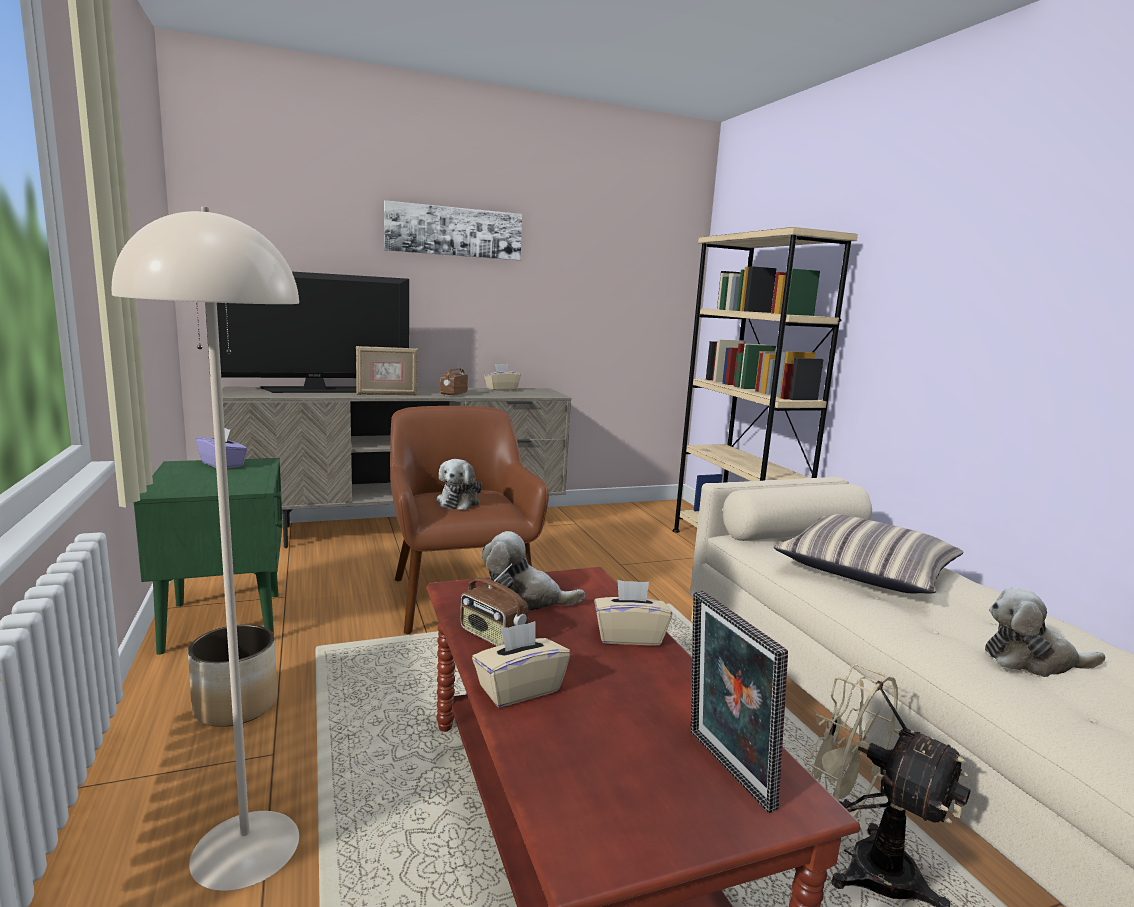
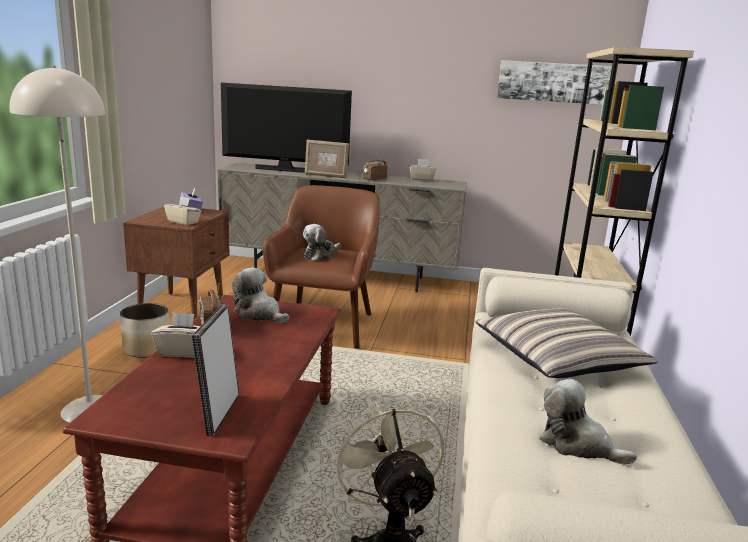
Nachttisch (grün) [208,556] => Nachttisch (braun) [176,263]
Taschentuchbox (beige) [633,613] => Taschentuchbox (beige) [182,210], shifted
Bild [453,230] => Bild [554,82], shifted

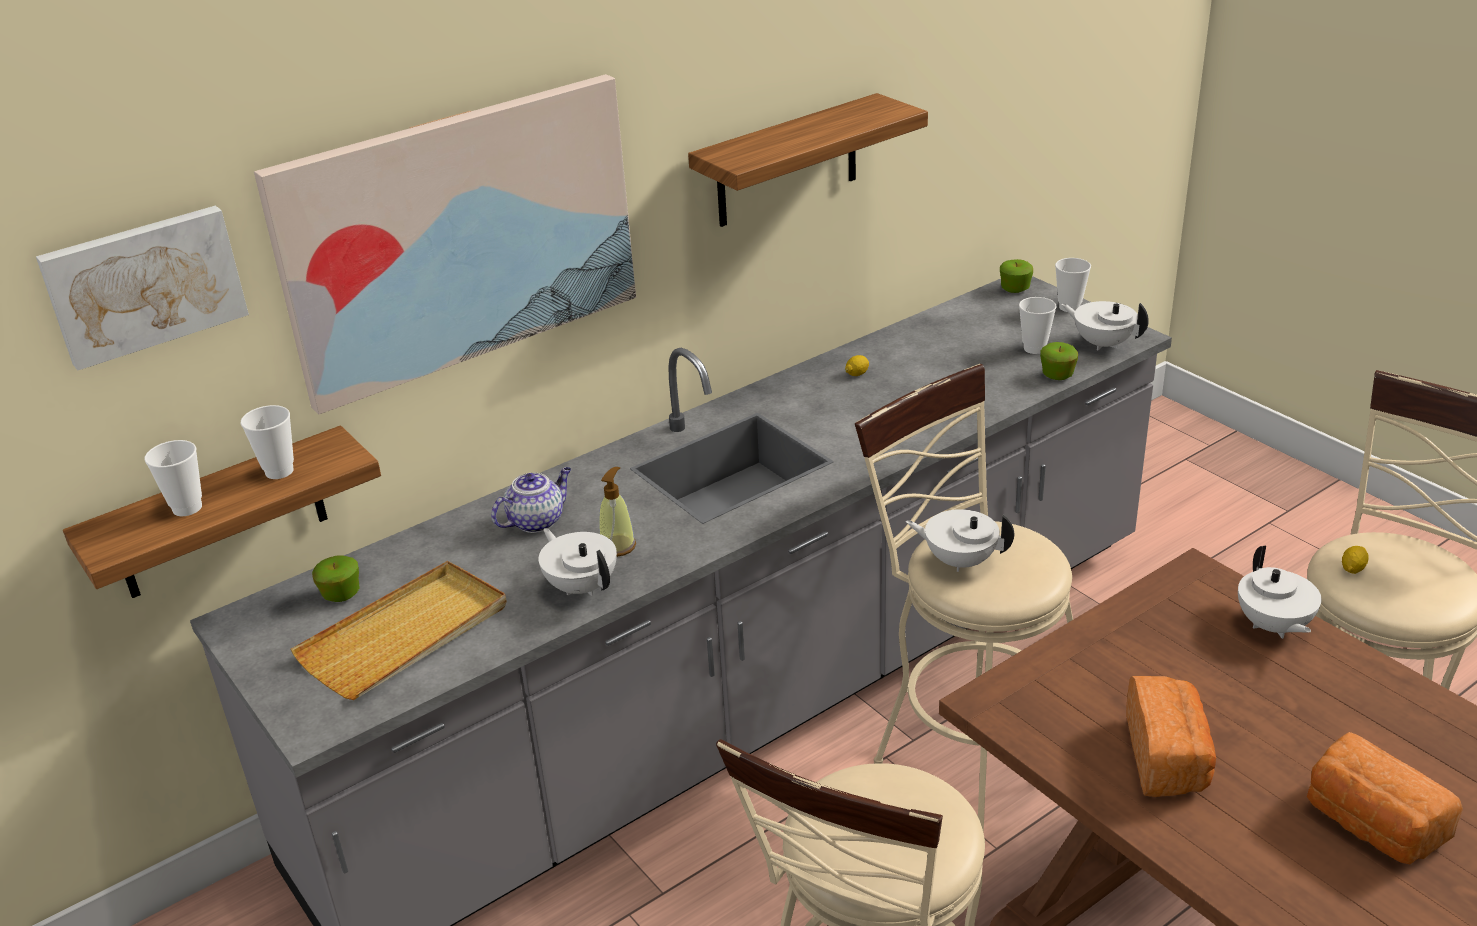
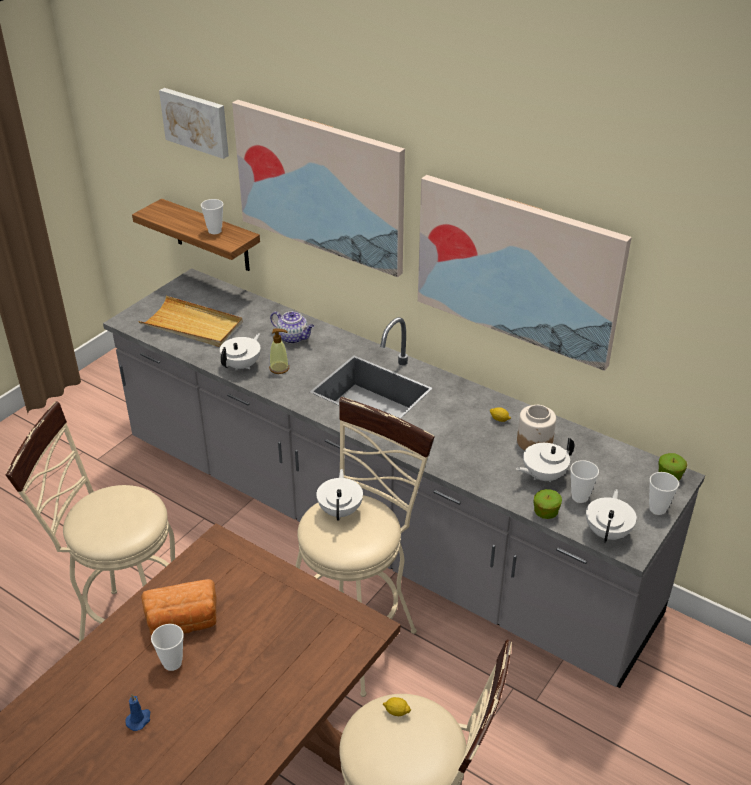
Brot [1385,798] => Kerze (blau) [137,712]
Tasse [173,478] => Tasse [167,647], shifted
Wandregal [808,160] => Bild [525,273]
Teekanne (weiß) [1280,592] => Teekanne (weiß) [545,459], shifted
nothing => Vorratsglas [536,427]
Apfel [336,579] => nothing

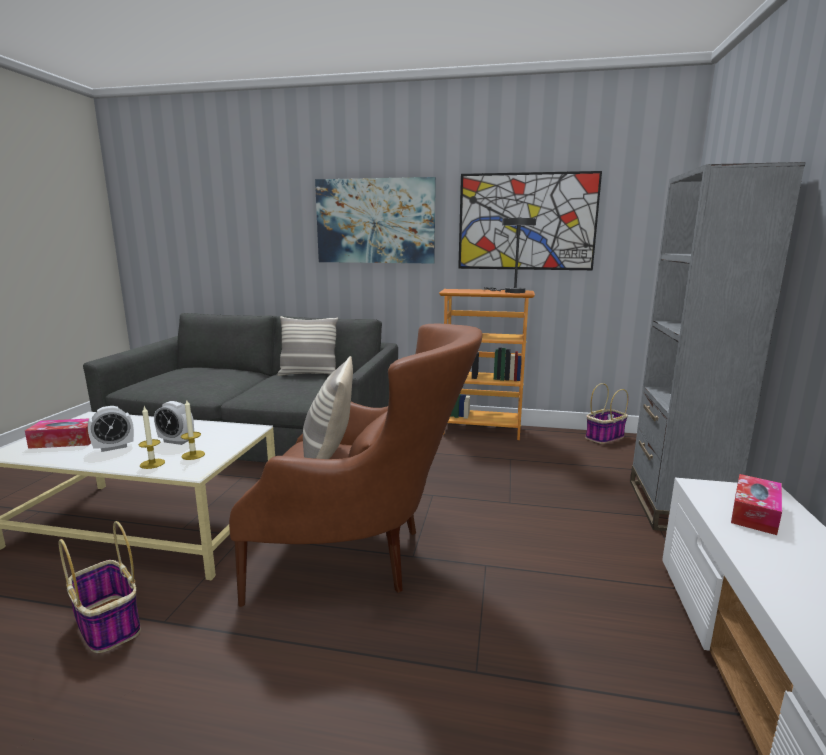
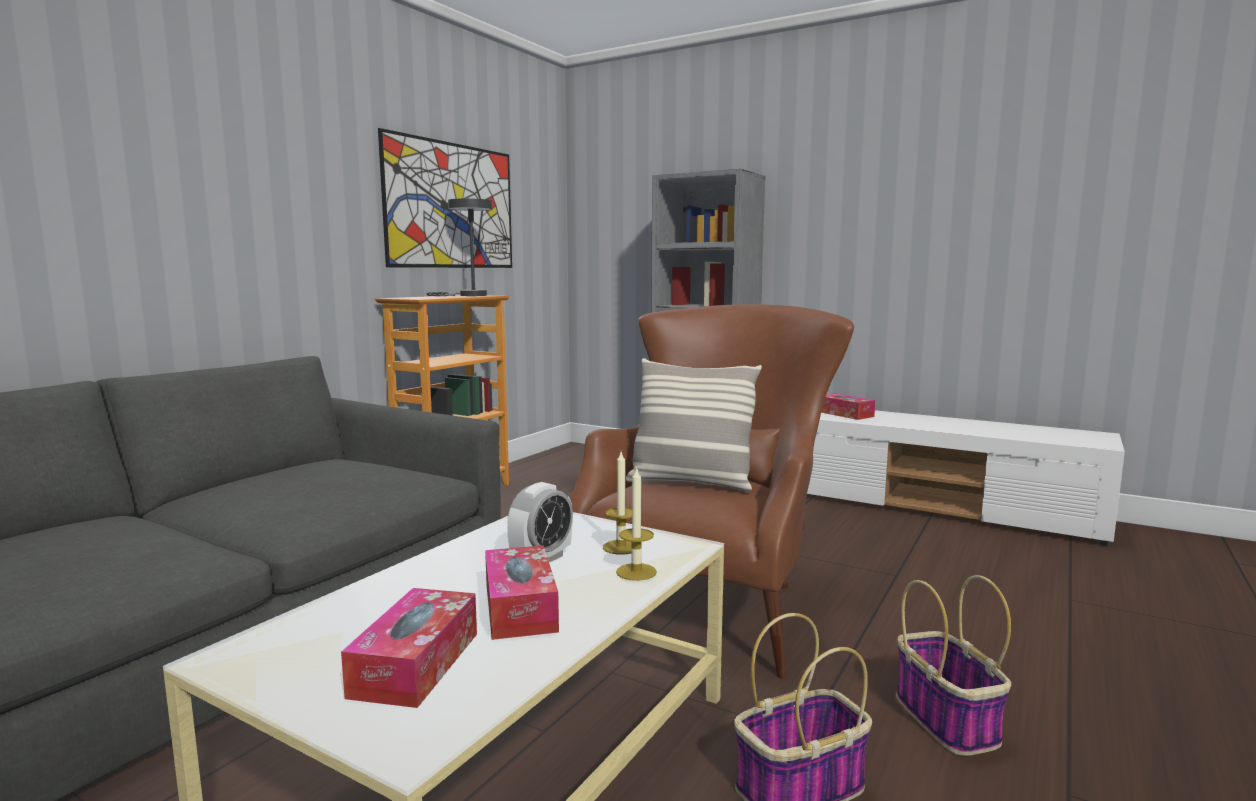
Wecker [111,429] => Taschentuchbox [522,592]
Korb [607,413] => Korb [953,665], shifted
Kissen [307,346] => nothing
Bild [375,220] => nothing

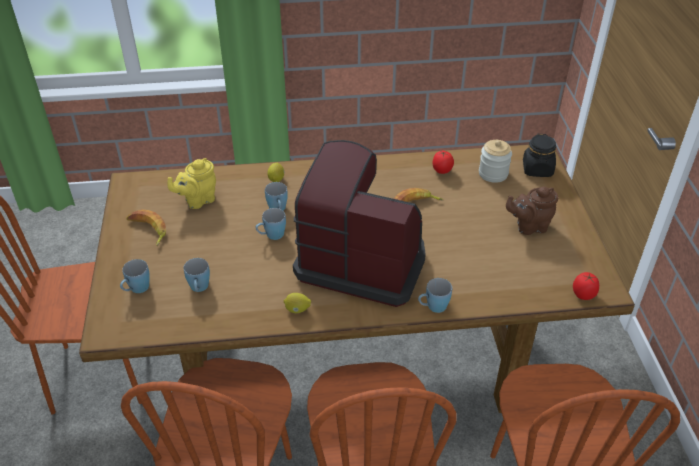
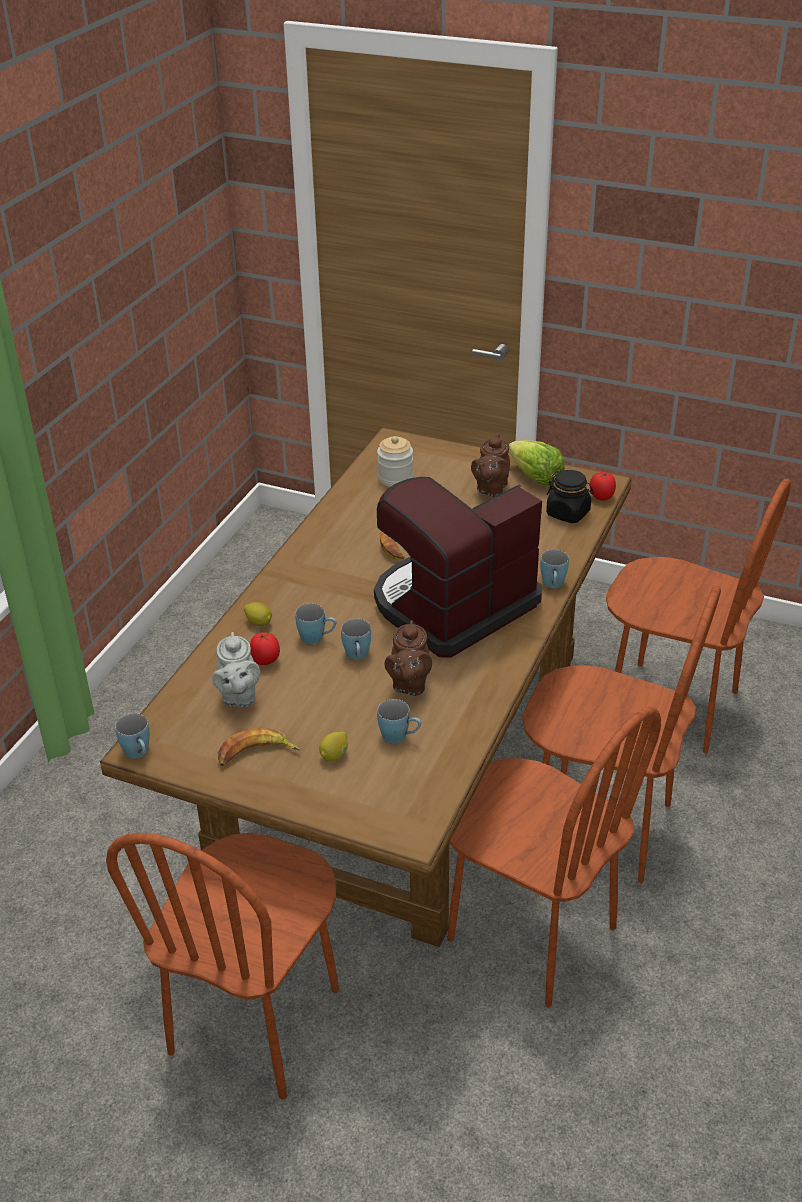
Henkelbecher (blau) [135,276] => Henkelbecher (blau) [132,735], shifted
Teekanne (gelb) [192,183] => Teekanne (grau) [236,669]
Tomate [443,162] => Tomate [265,648], shifted
Zitrone [297,303] => Zitrone [333,747], shifted
nothing => Teekanne (braun) [408,658]
nothing => Salatkopf [537,462]
Vorratsglas (schwarz) [539,155] => Vorratsglas (schwarz) [570,496], shifted

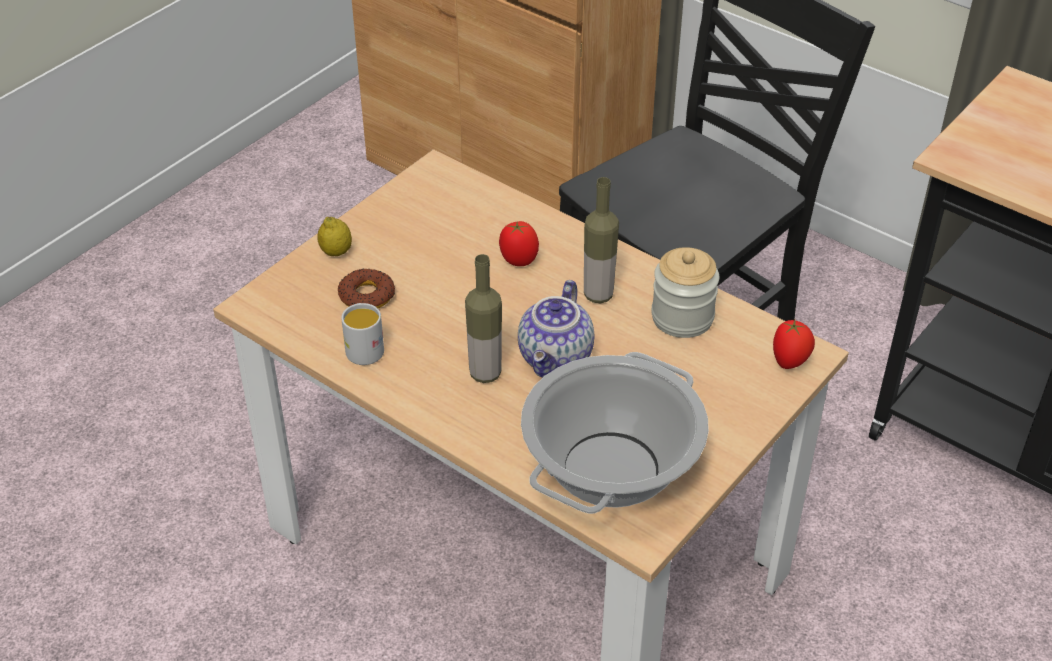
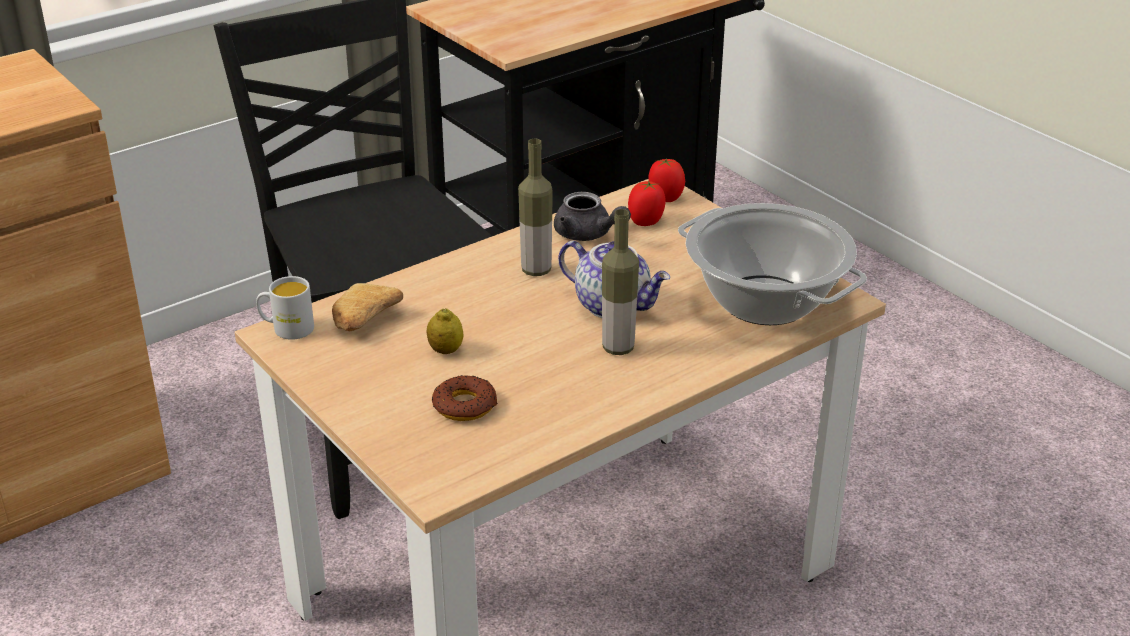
Henkelbecher (weiß) [362,334] => Henkelbecher (weiß) [285,308], shifted
nothing => Brot [367,307]
Zitrone [334,236] => Zitrone [445,331], shifted
Vorratsglas [685,292] => Teekanne (grau) [592,216]
Tomate [519,243] => Tomate [647,203], shifted

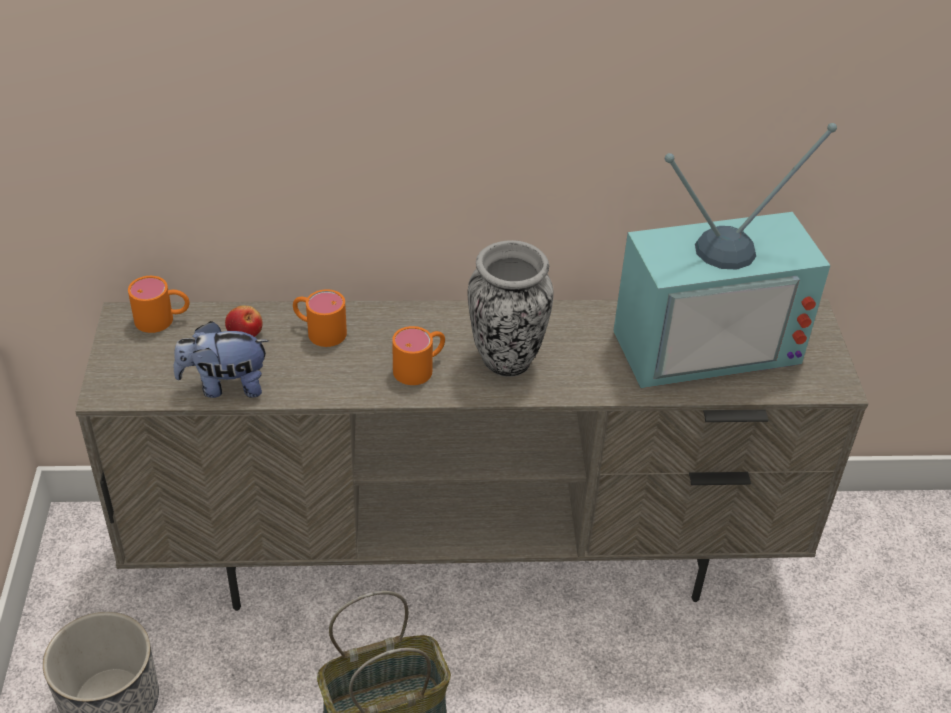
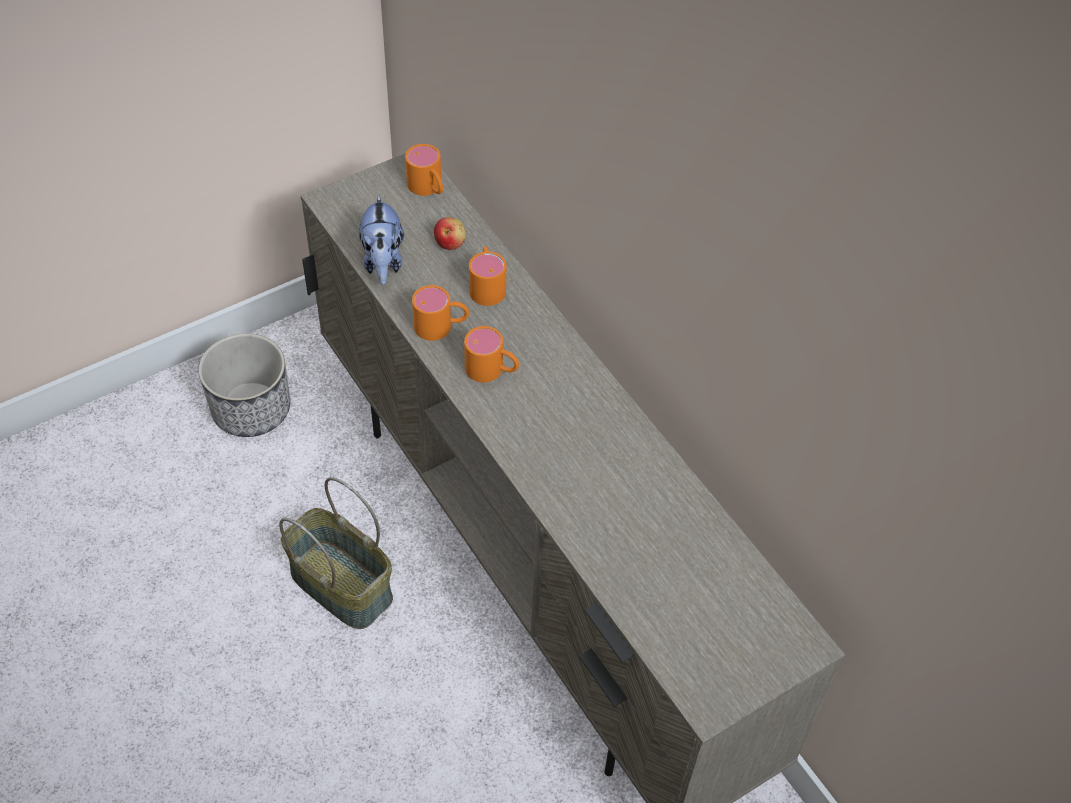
Plüschtier [221,359] => Plüschtier [381,239], 150 degrees counterclockwise
nothing => Henkelbecher (orange) [440,313]
Vase [511,308] => nothing
Fernseher [725,255] => nothing

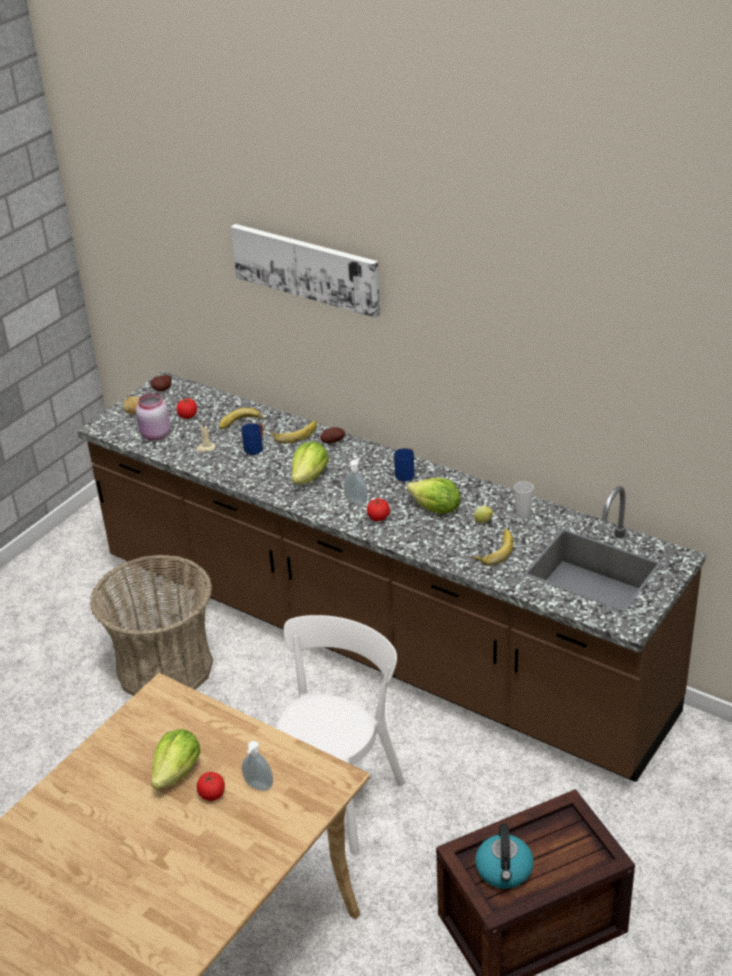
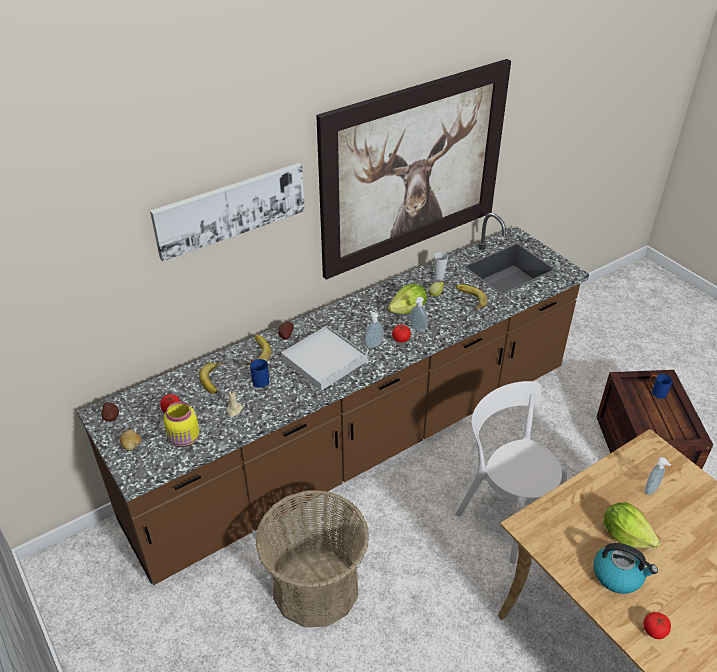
Vorratsglas (rosa) [153,417] => Vorratsglas (gelb) [181,424]
Salatkopf [310,463] => Tablett (weiß) [324,358]
nothing => Bild [413,169]
nothing => Seifenspender [419,314]
Wasserkessel [504,856] => Wasserkessel [625,568], shifted
Tomate [211,786] => Tomate [657,625], shifted
Henkelbecher (blau) [404,464] => Henkelbecher (blau) [661,386], shifted

